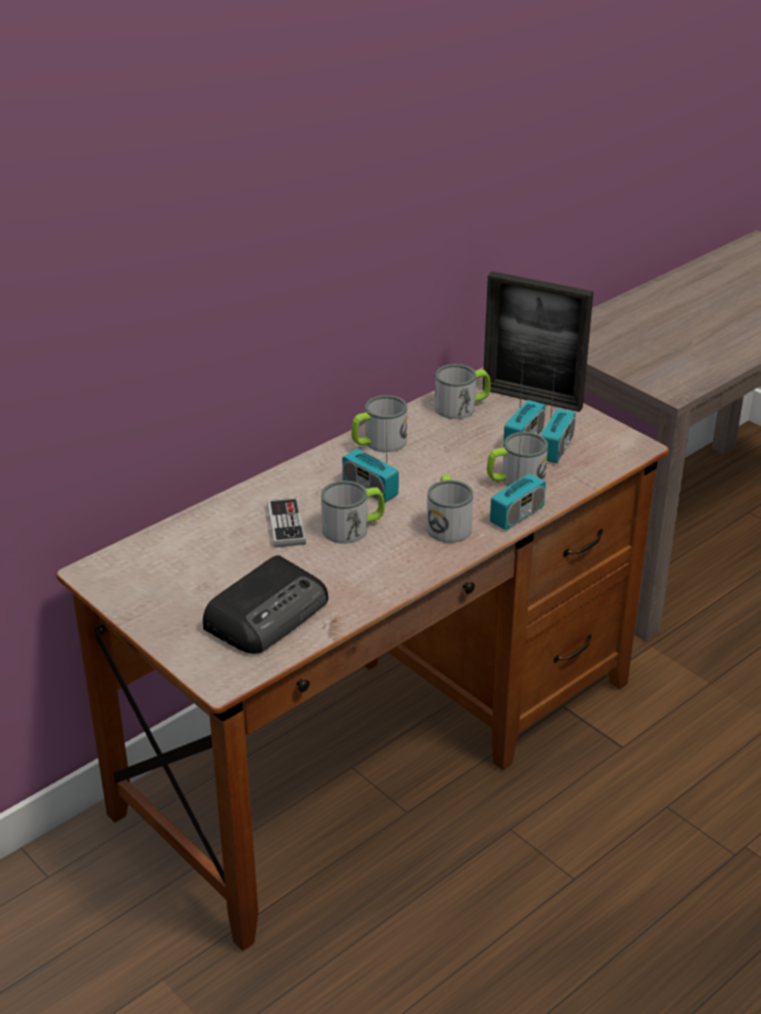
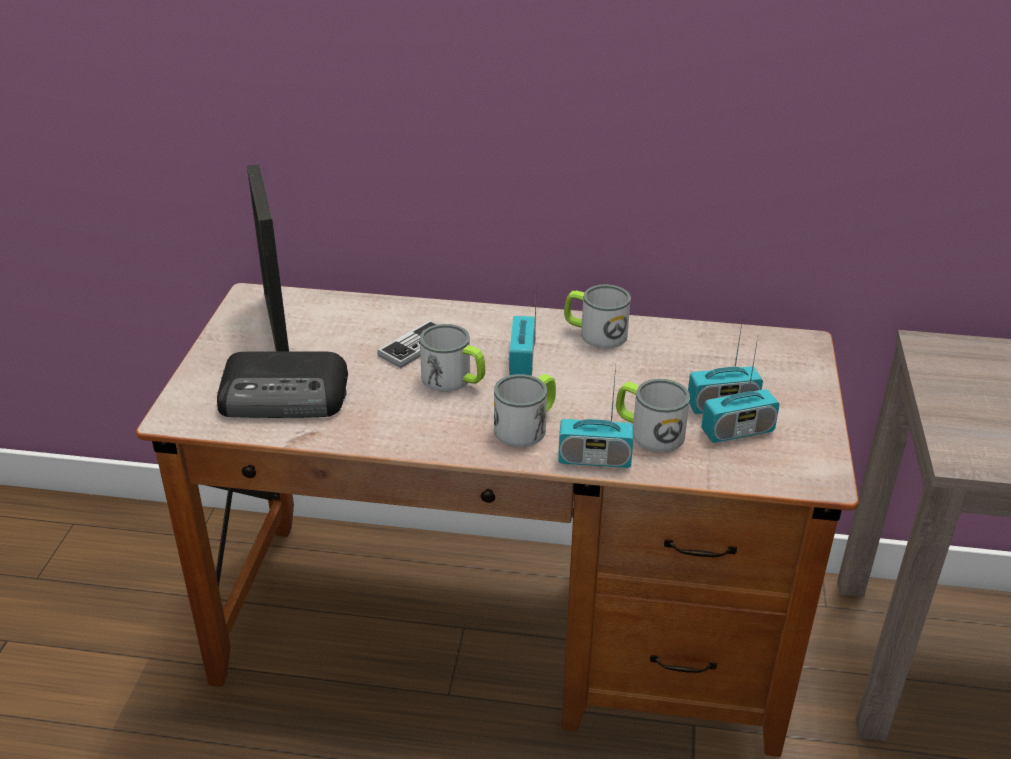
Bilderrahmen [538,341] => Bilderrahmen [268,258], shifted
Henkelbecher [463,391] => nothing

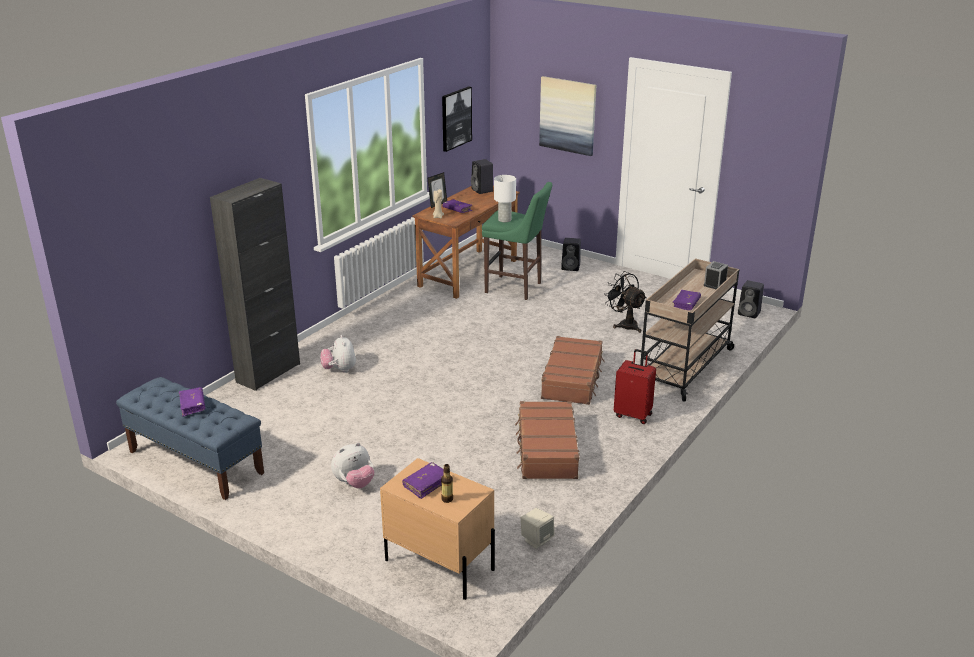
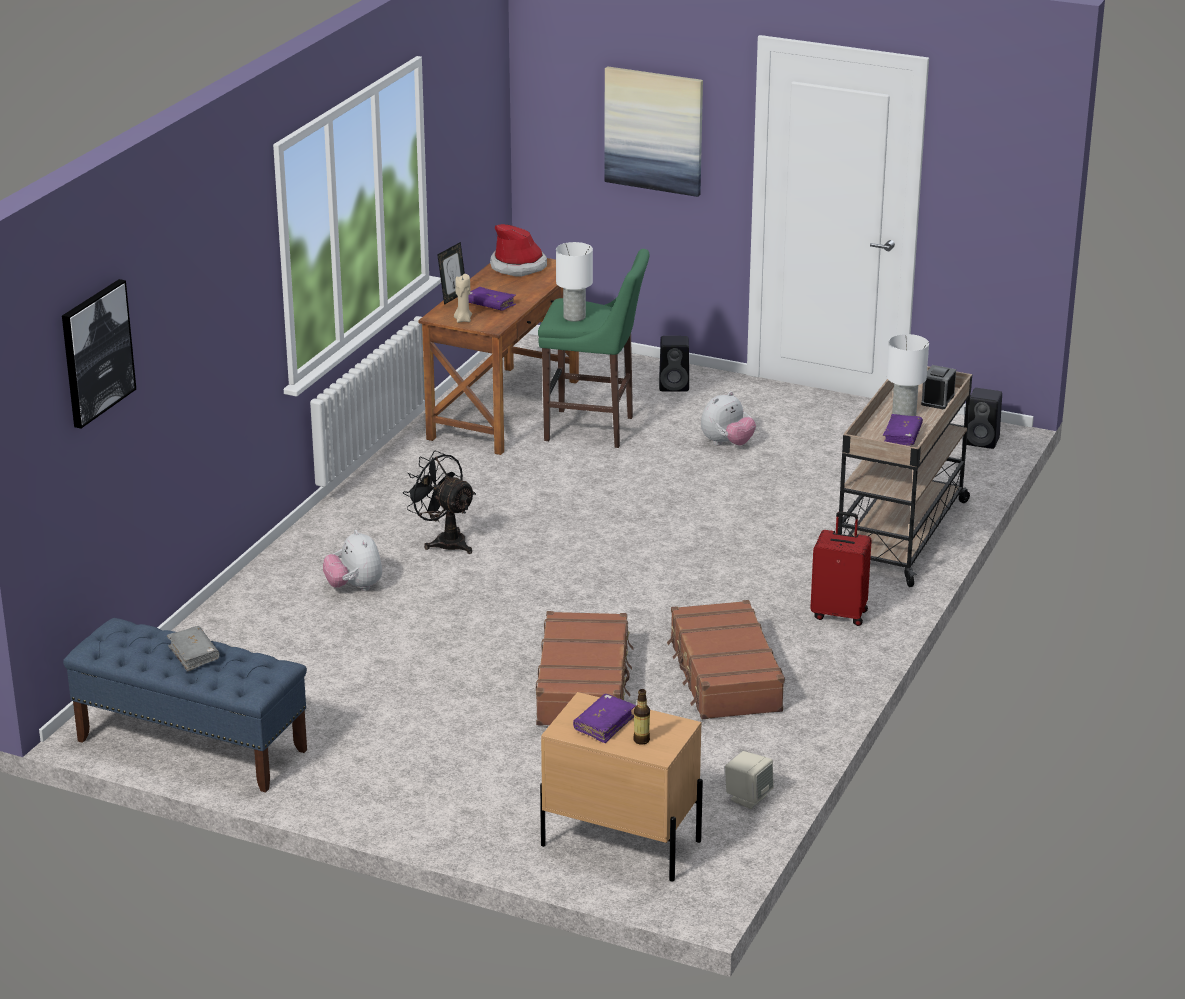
Bild [457,119] => Bild [99,354], shifted
Buch (lila) [192,402] => Buch (grau) [193,649]
Ventilator (schwarz) [625,302] => Ventilator (schwarz) [439,502], shifted
Lautsprecher (schwarz) [482,176] => Hut [518,250]
Koffer (braun) [573,370] => Koffer (braun) [585,668], shifted
Plüschtier [352,465] => Plüschtier [728,418], shifted
nothing => Tischlampe (weiß) [908,375]
Schrank (schwarz) [255,284] => nothing

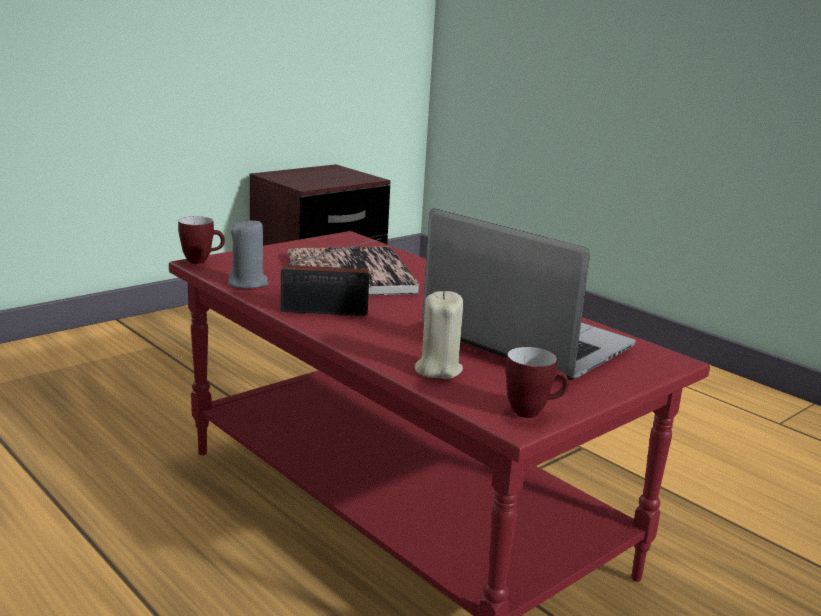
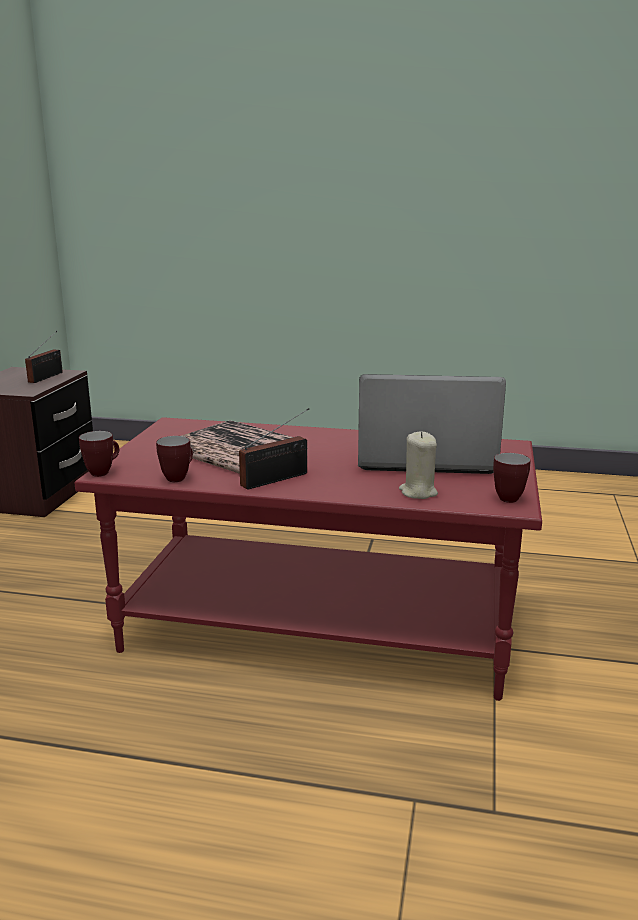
nothing => Radio [44,357]
Kerze (grau) [248,253] => Henkelbecher [174,459]

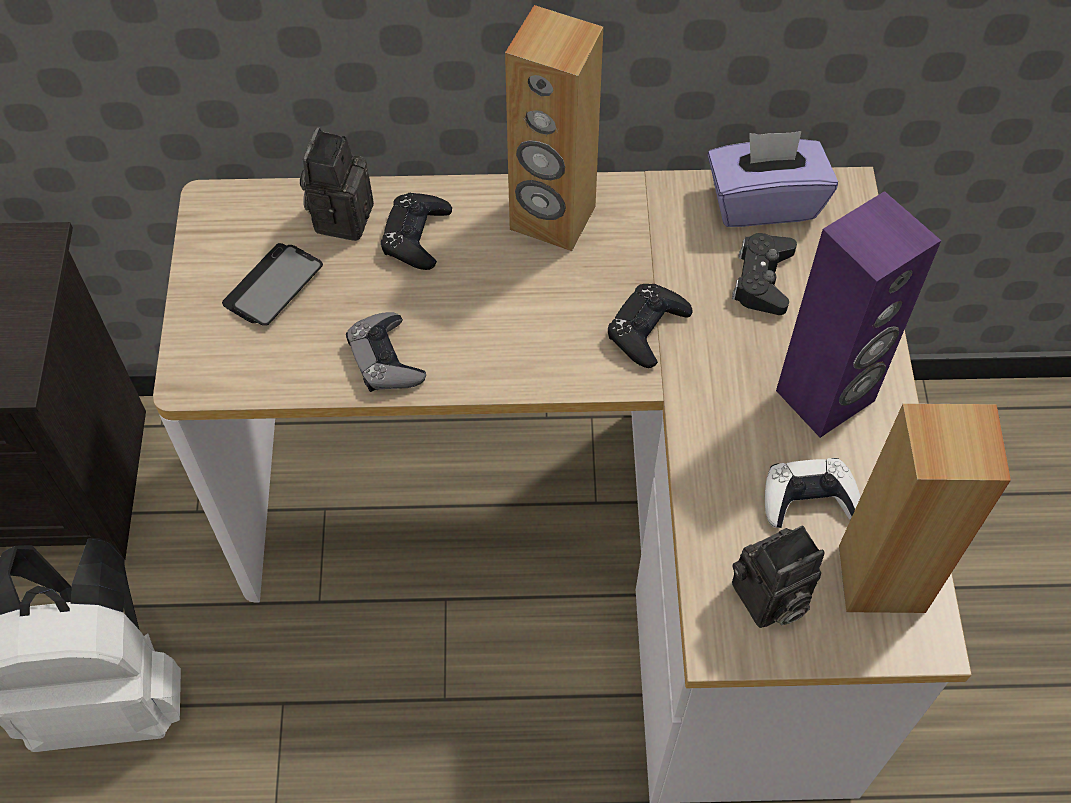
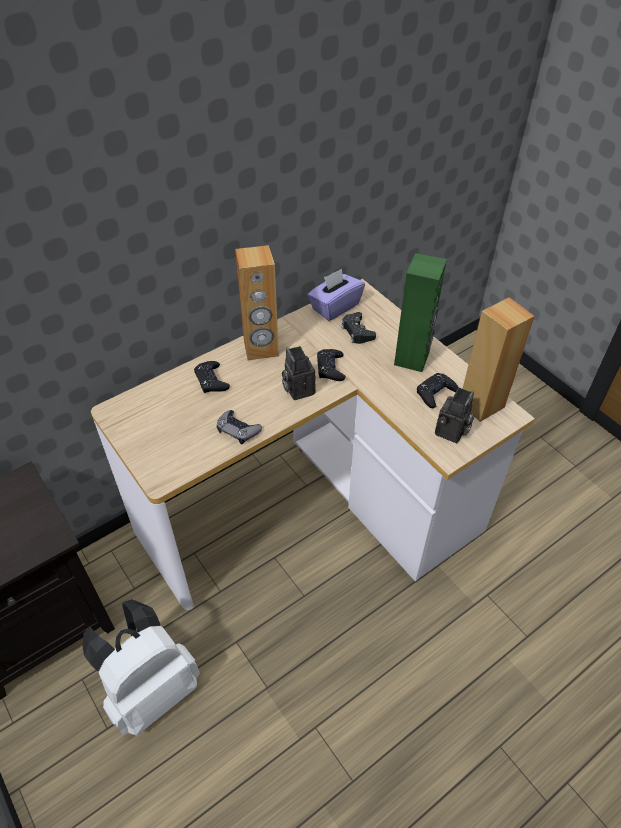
Kamera [337,184] => Kamera [299,373], shifted
Lautsprecher (lila) [858,314] => Lautsprecher (grün) [420,312]
Gamepad (weiß) [813,493] => Gamepad (schwarz) [438,390]
Handy [272,284] => nothing

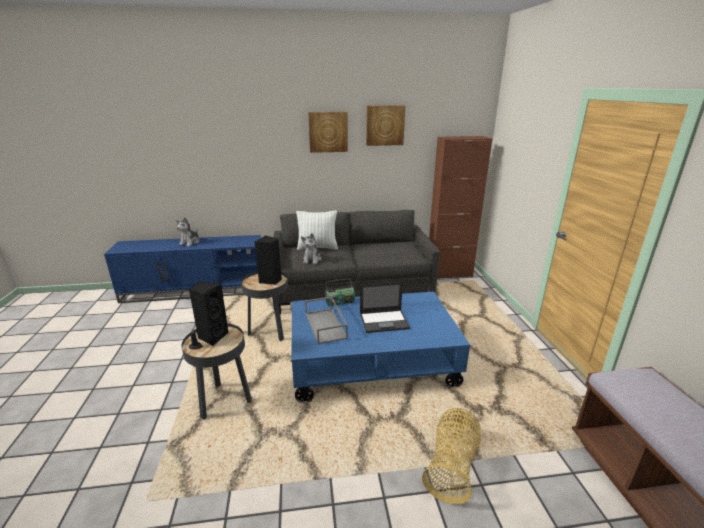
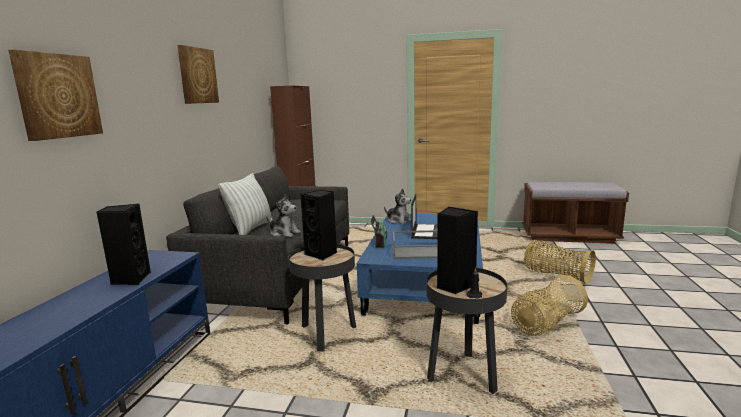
Bild [385,125] => Bild [55,95], shifted
nothing => Lautsprecher (schwarz) [124,244]
Plüschtier [188,231] => Plüschtier [397,206], shifted
nothing => Korb [549,305]

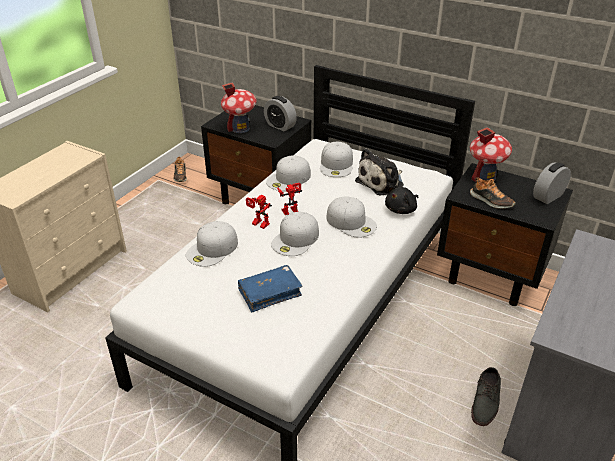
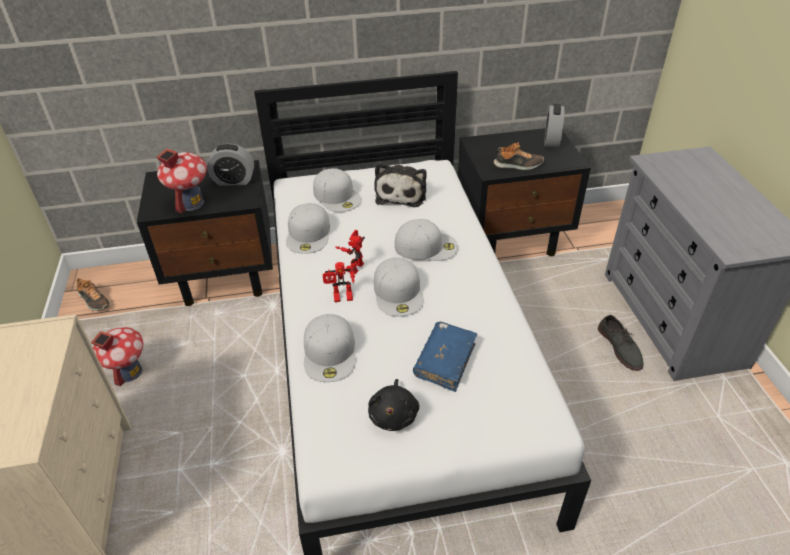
Spielzeughaus [491,154] => Spielzeughaus [117,356], shifted
Plüschtier (schwarz) [401,200] => Plüschtier (schwarz) [393,405], shifted

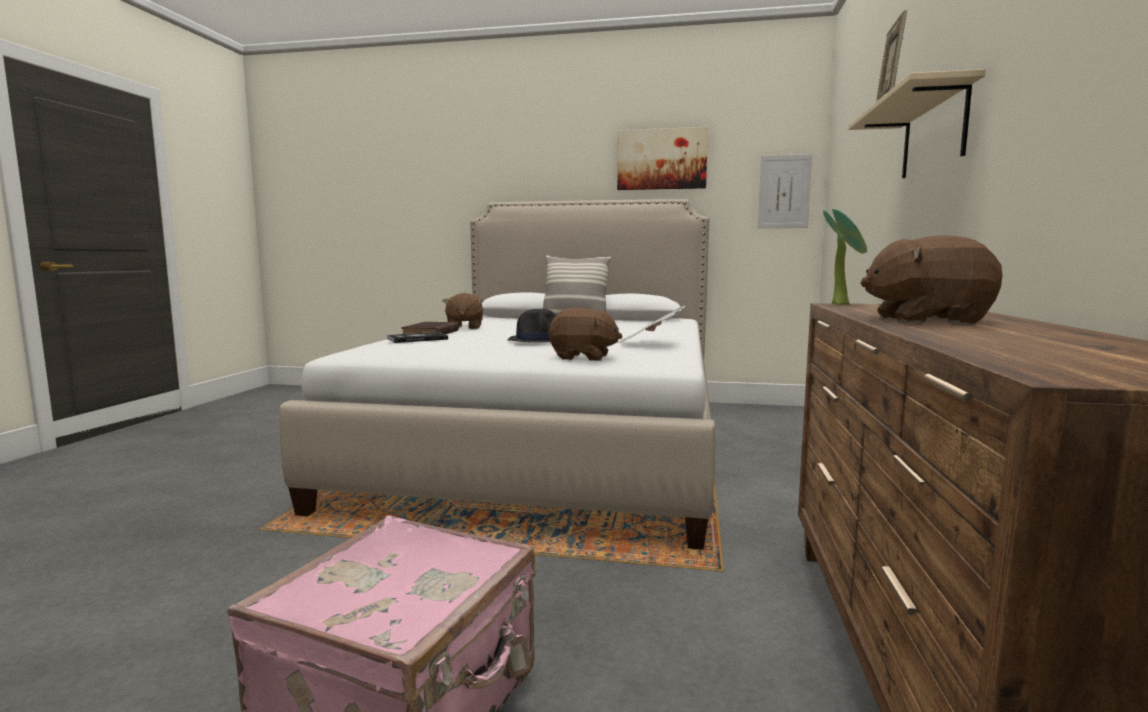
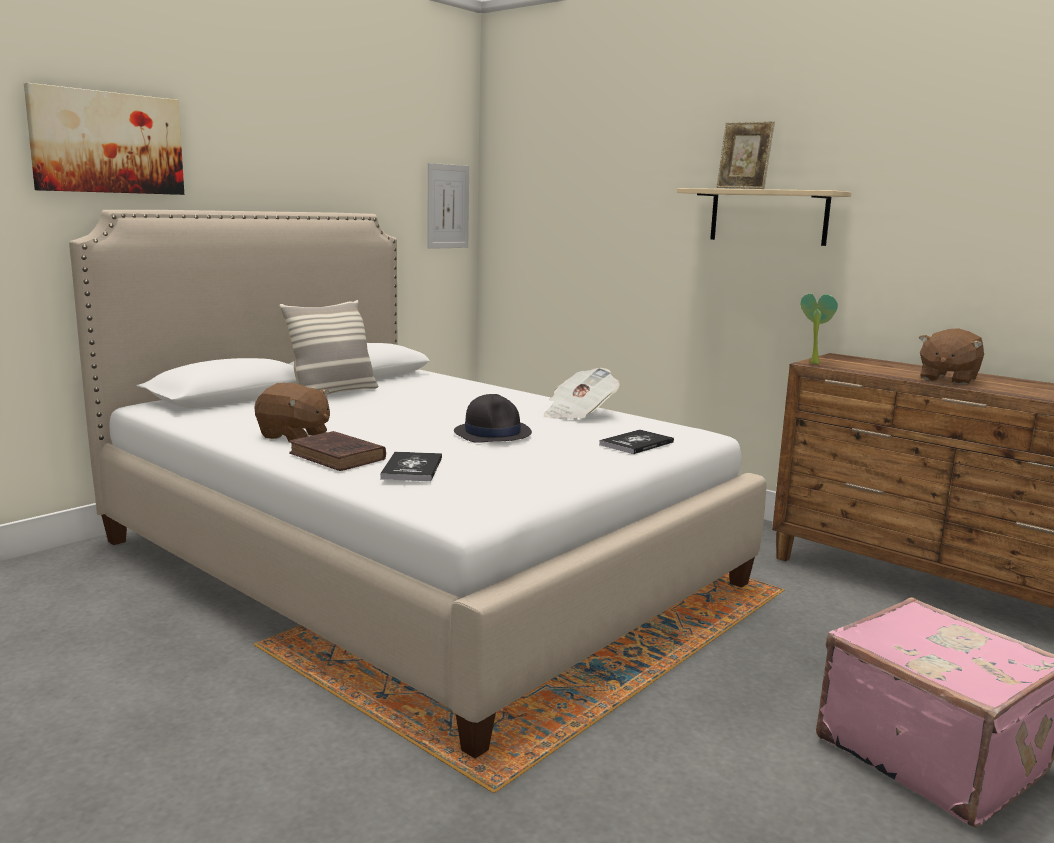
Bild [662,158] => Bild [104,139], shifted
Plüschtier (braun) [585,334] => Buch [636,441]

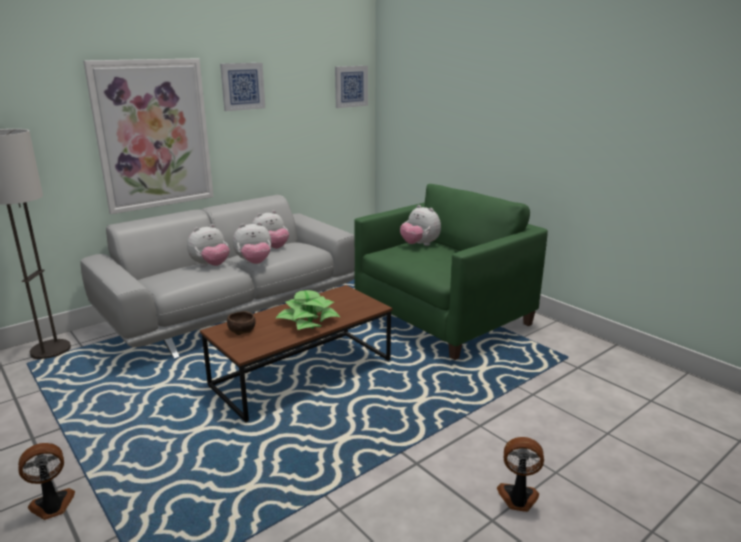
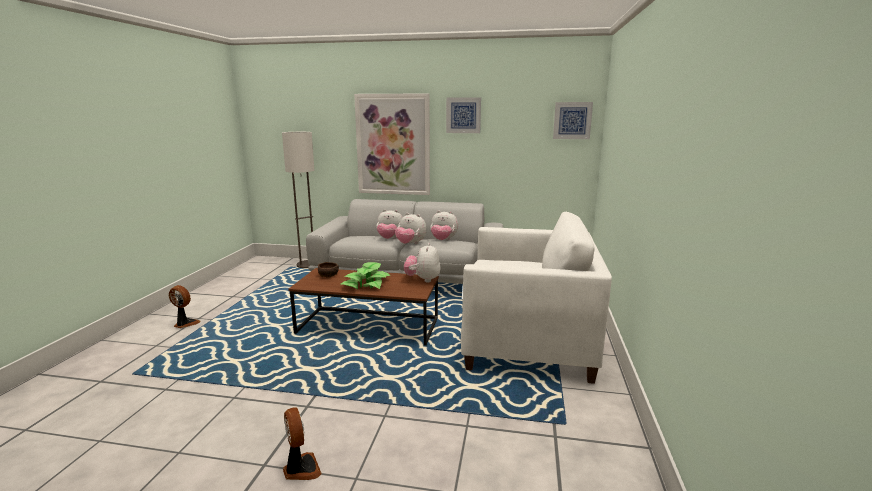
Plüschtier [420,225] => Plüschtier [422,263], shifted
Sessel (grün) [451,272] => Sessel (weiß) [536,298]

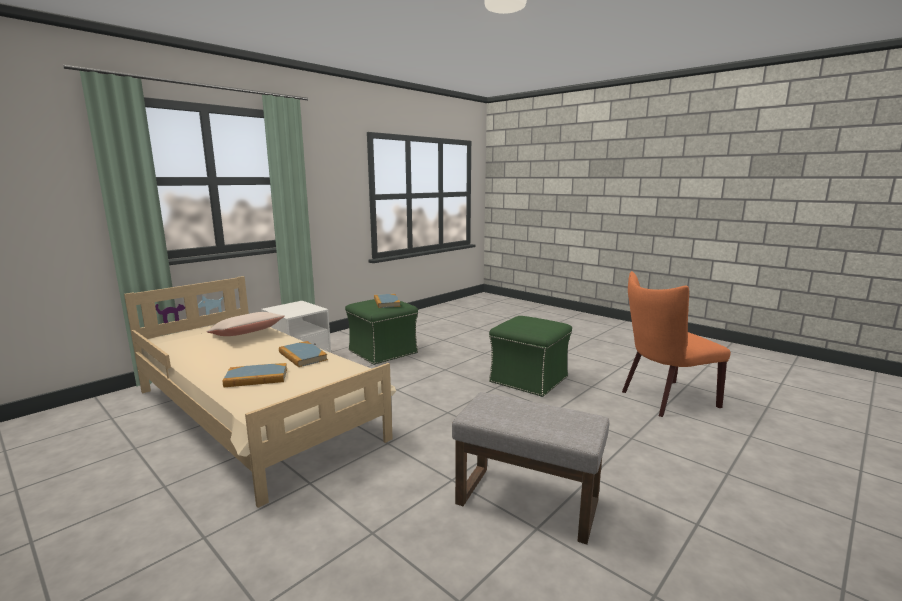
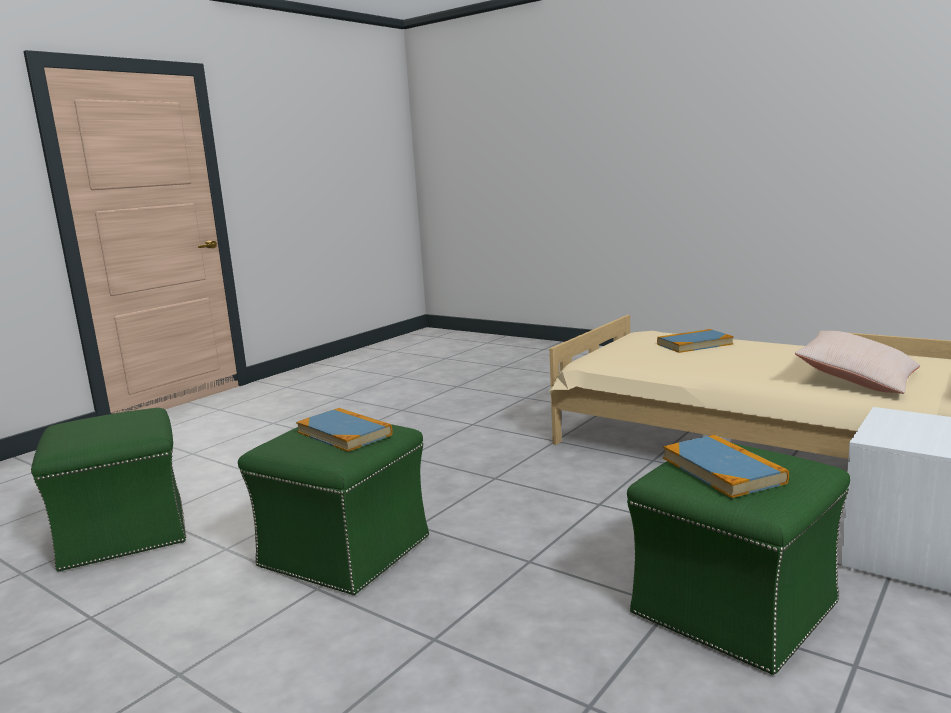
Stuhl (orange) [676,344] => Polsterhocker (grün) [108,490]
Buch [303,354] => Buch [344,430], shifted
Polsterhocker (grau) [530,468] => nothing

